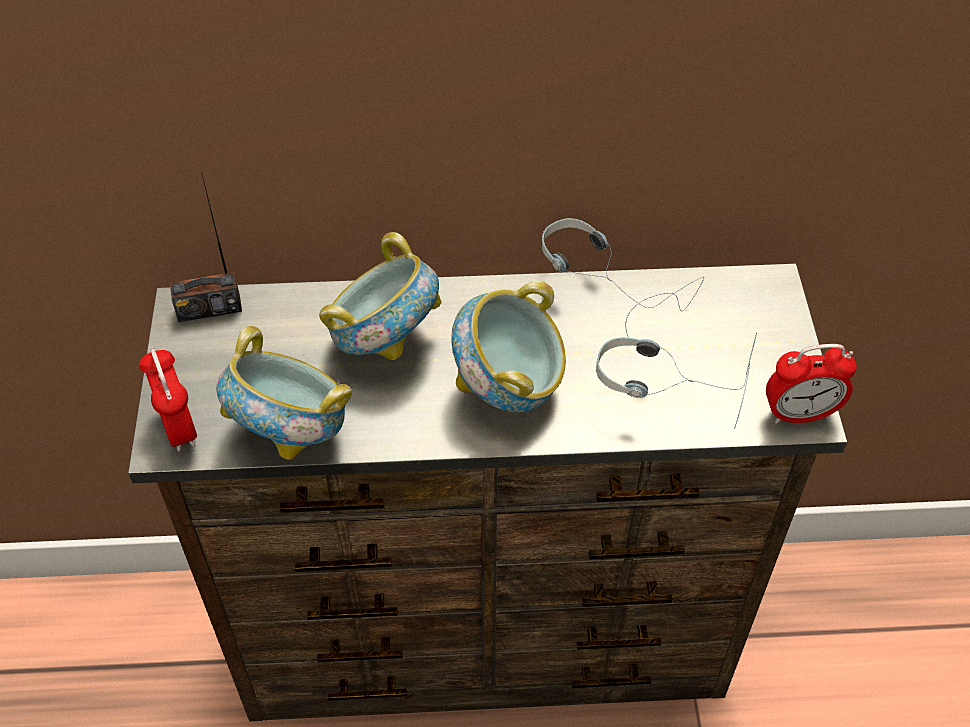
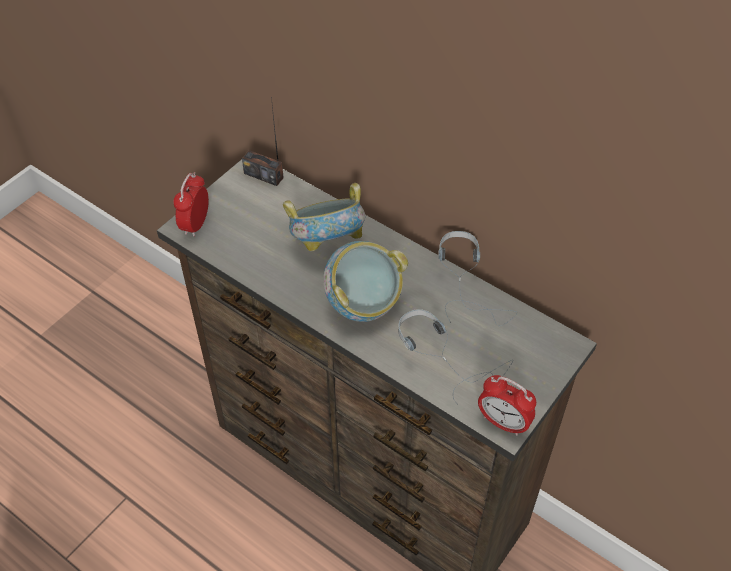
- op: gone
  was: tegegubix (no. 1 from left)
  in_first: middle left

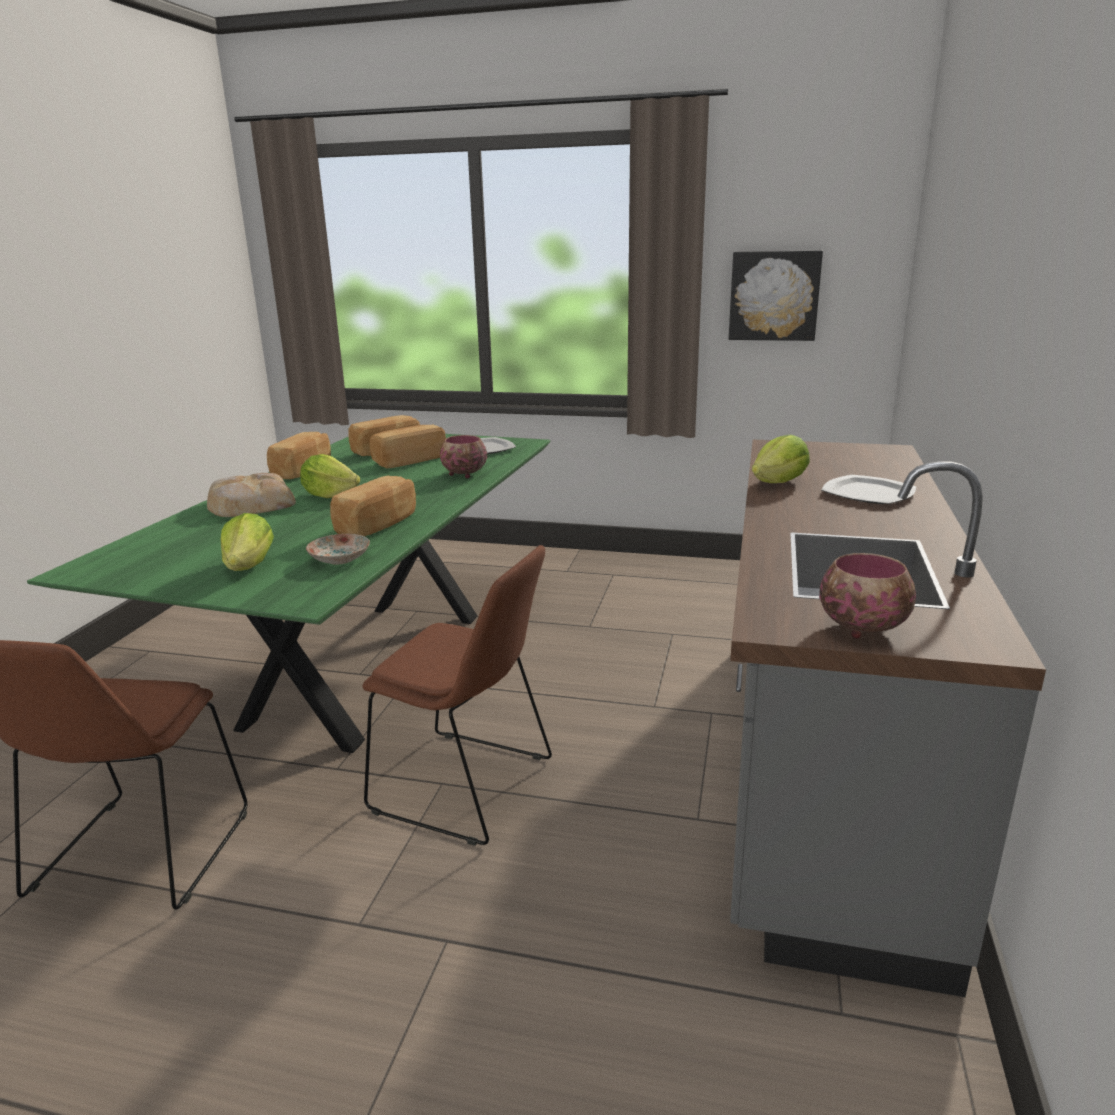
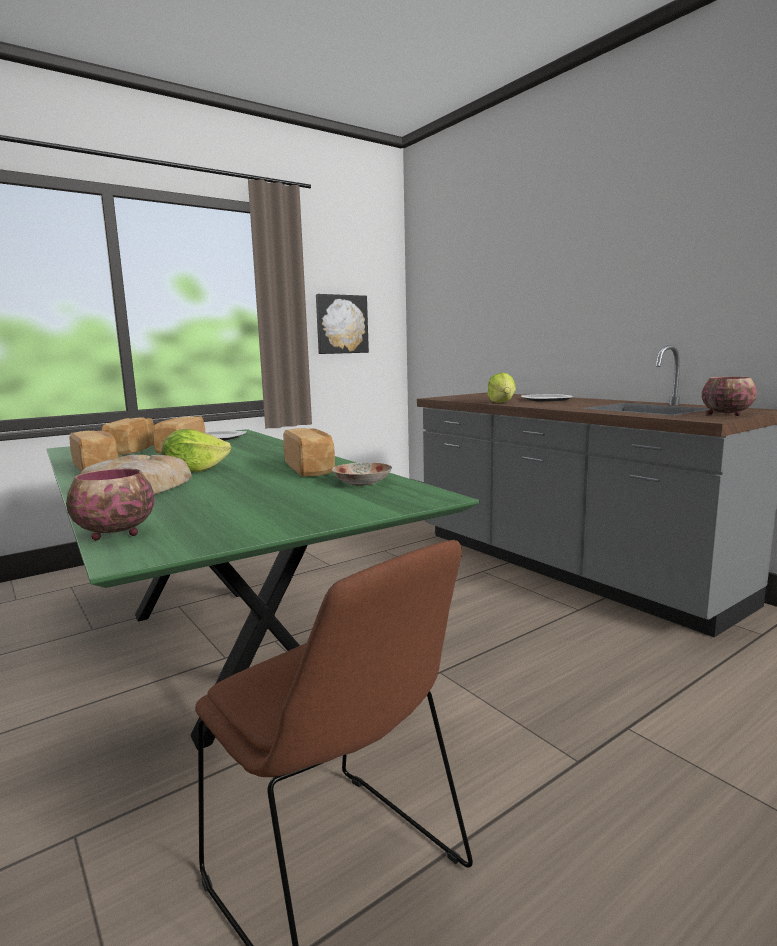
- op: gone
  was: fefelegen (no. 1 from left)
  in_first: middle left
- op: gone
  was: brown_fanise (no. 2 from left)
  in_first: centre
- op: shifted
  was: tegegubix (no. 1 from left)
  in_first: centre
  in_second: middle left

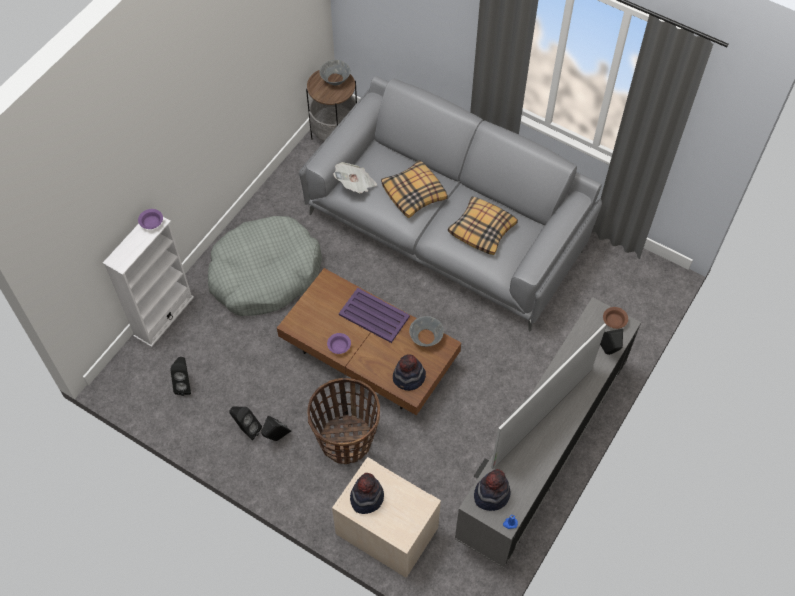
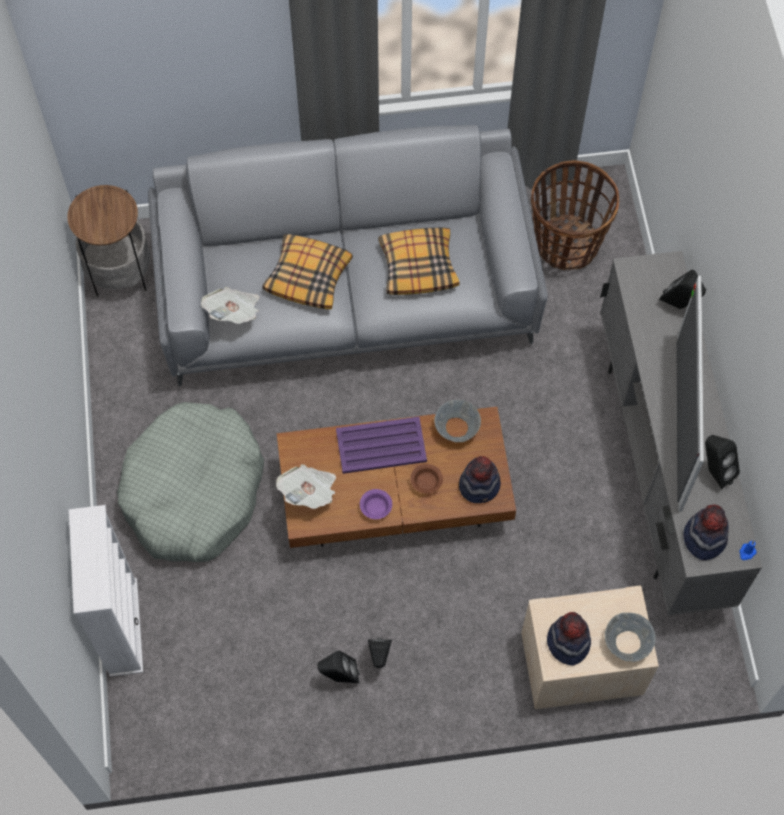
- op: gone
  was: purple_tegegubix (no. 1 from left)
  in_first: middle left
- op: new
  now: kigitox (no. 2 from left)
  in_second: centre
- op: shifted
  was: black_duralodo (no. 1 from left in the first image)
  now: black_duralodo (no. 4 from left)
  in_first: middle left
  in_second: middle right
- op: shifted
  was: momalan
  in_first: bottom centre
  in_second: top right
- op: shifted
  was: grey_tegegubix (no. 1 from left in the first image)
  now: grey_tegegubix (no. 2 from left)
  in_first: top centre
  in_second: bottom right
- op: shifted
  was: brown_tegegubix
  in_first: middle right
  in_second: centre

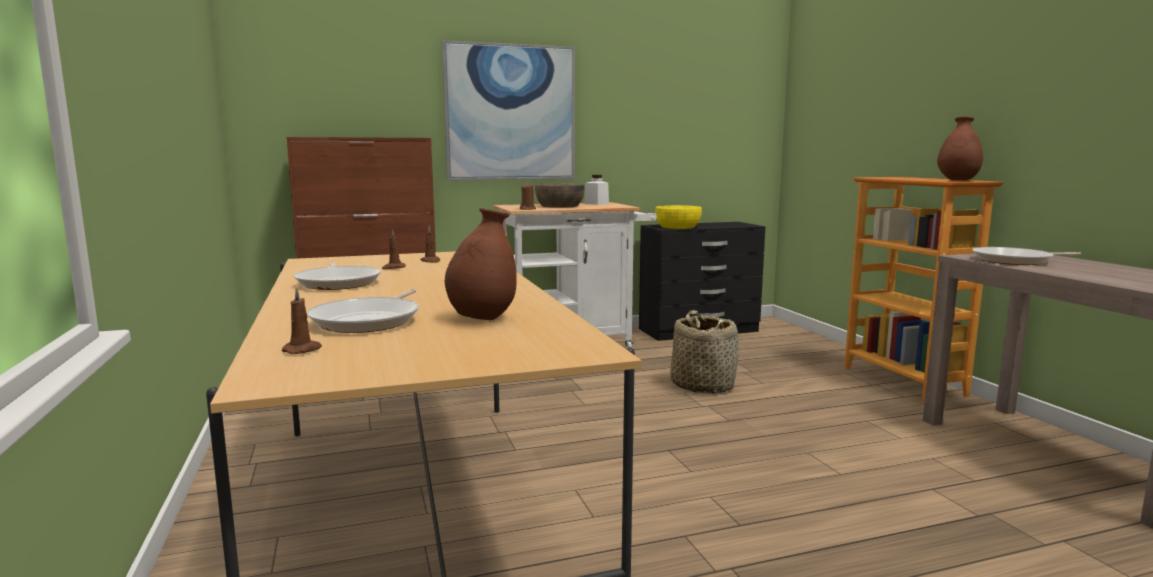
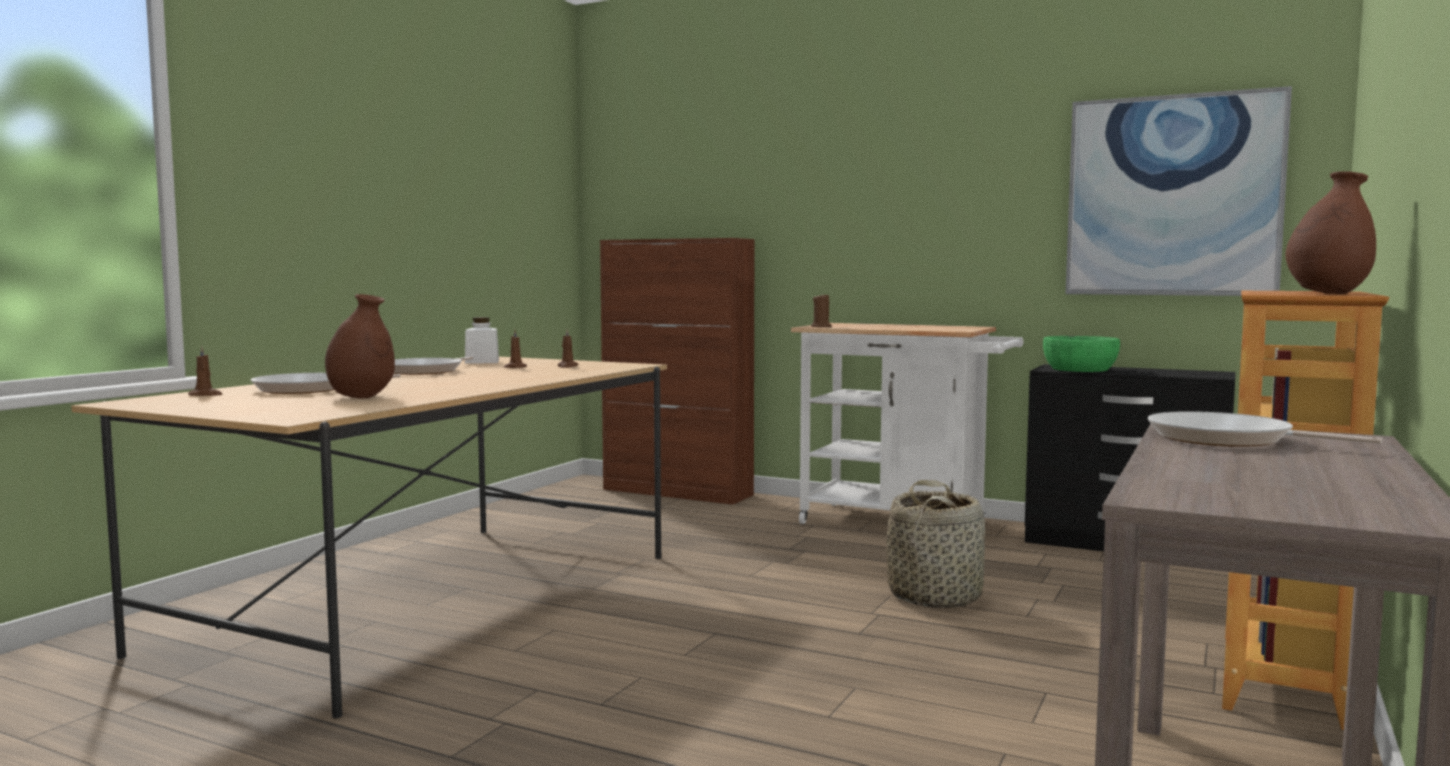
- op: gone
  was: brown_tegegubix
  in_first: centre
- op: shifted
  was: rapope
  in_first: top centre
  in_second: top right
- op: shifted
  was: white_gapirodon
  in_first: top centre
  in_second: middle left
- op: repainted
  was: yellow_tegegubix
  now: green_tegegubix
  in_first: centre
  in_second: middle right

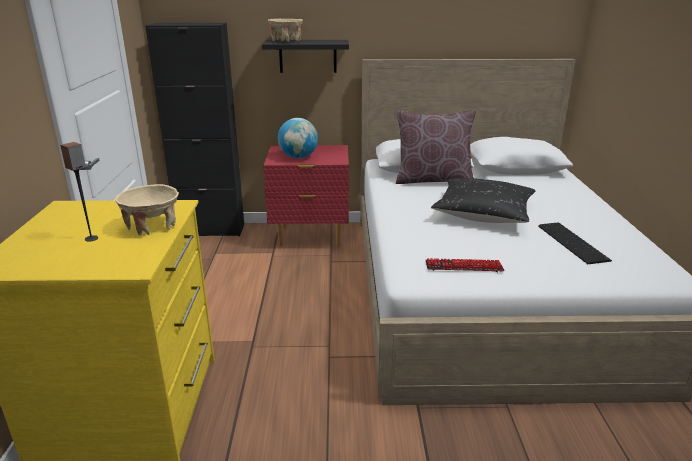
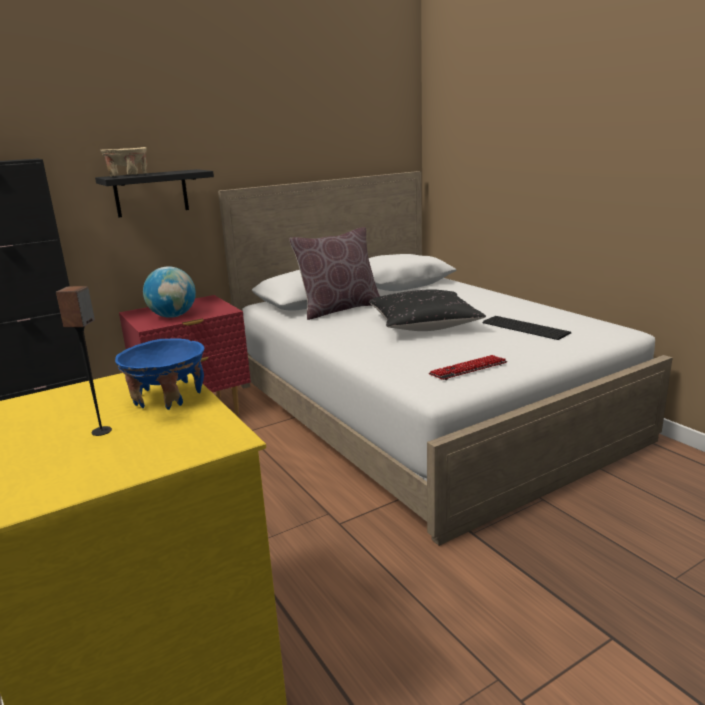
- op: repainted
  was: beige_tegegubix (no. 1 from left)
  now: blue_tegegubix
  in_first: middle left
  in_second: middle left

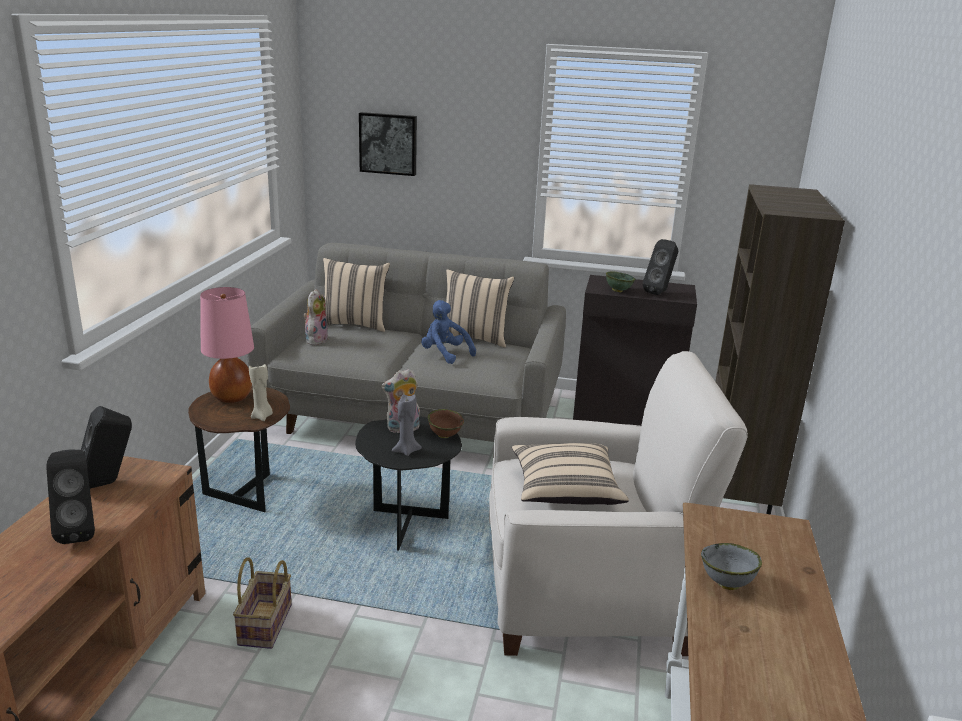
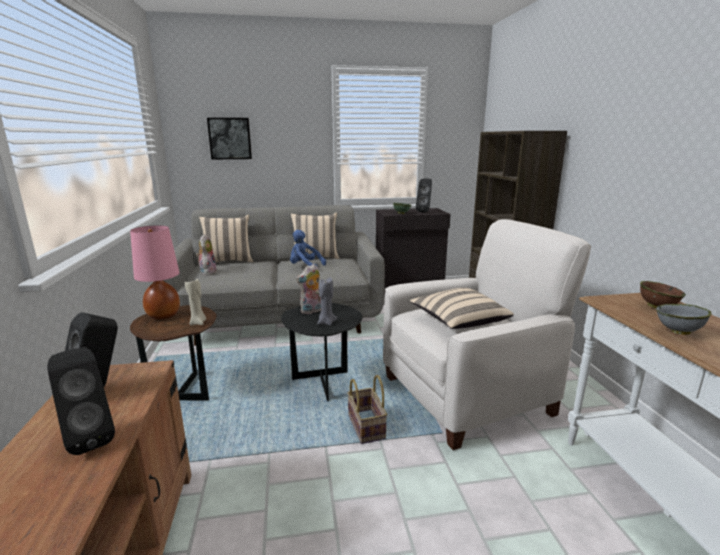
- op: shifted
  was: momalan
  in_first: bottom left
  in_second: bottom centre
- op: shifted
  was: brown_tegegubix
  in_first: centre
  in_second: middle right

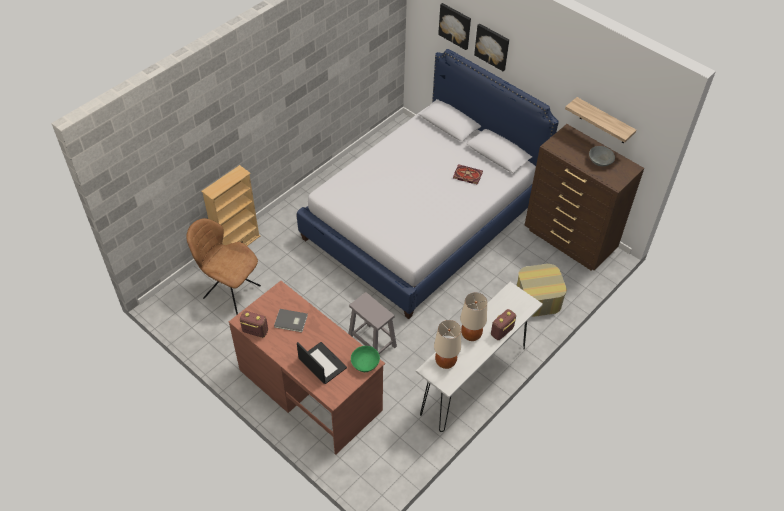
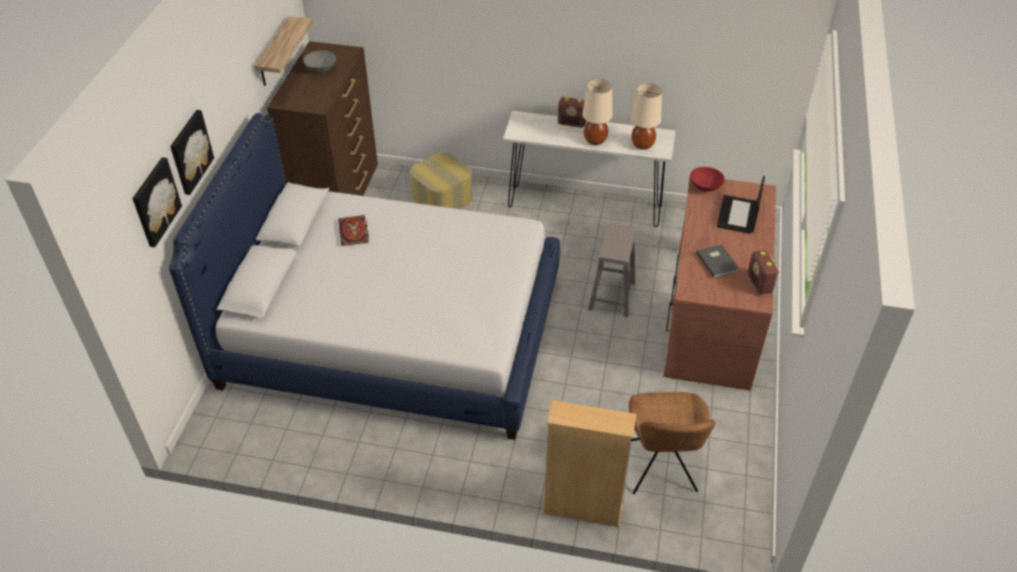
- op: repainted
  was: green_tegegubix
  now: red_tegegubix
  in_first: bottom centre
  in_second: top right

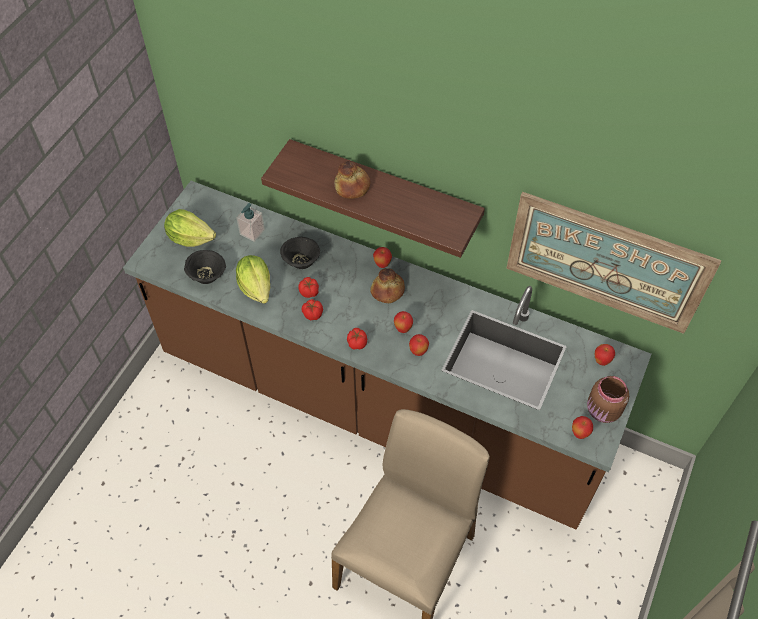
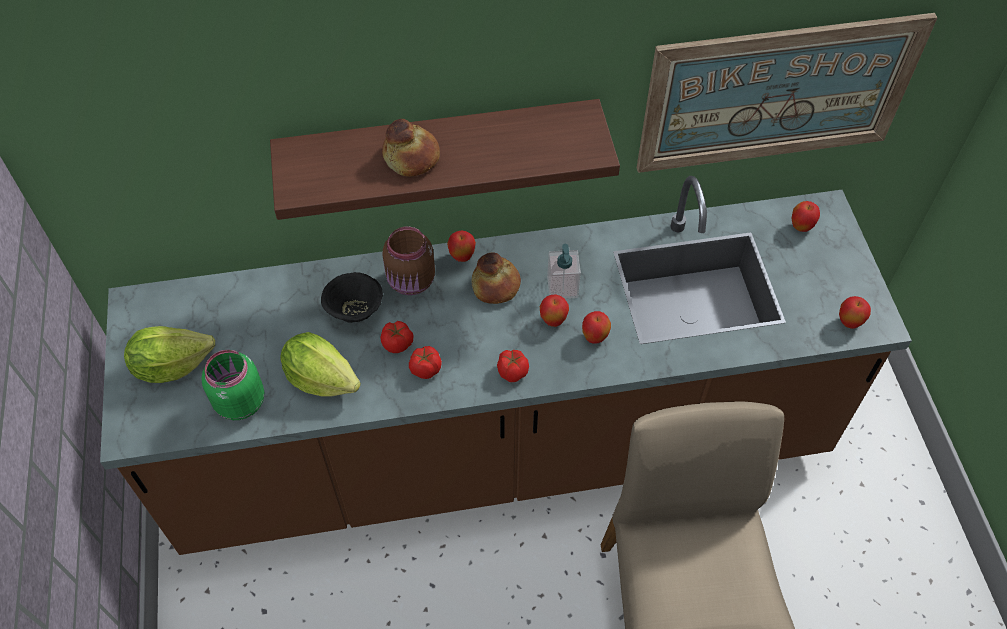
- op: shifted
  was: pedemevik
  in_first: middle left
  in_second: centre
- op: shifted
  was: brown_gapirodon
  in_first: middle right
  in_second: centre
- op: swapped
  was: black_tegegubix (no. 1 from left)
  now: green_gapirodon
  in_first: middle left
  in_second: middle left

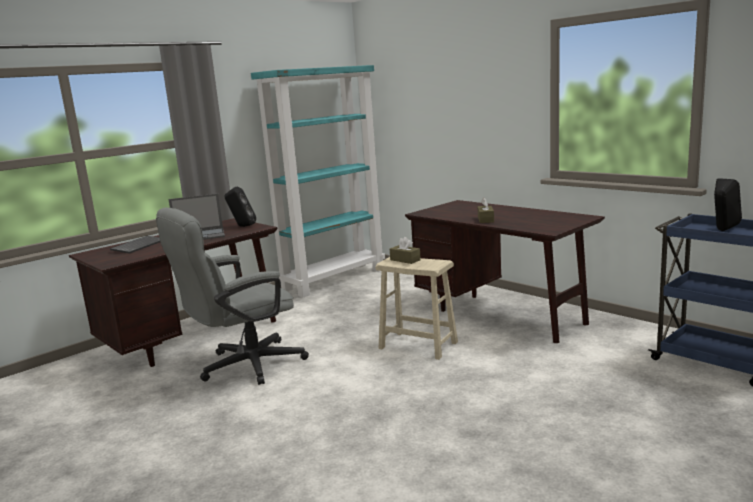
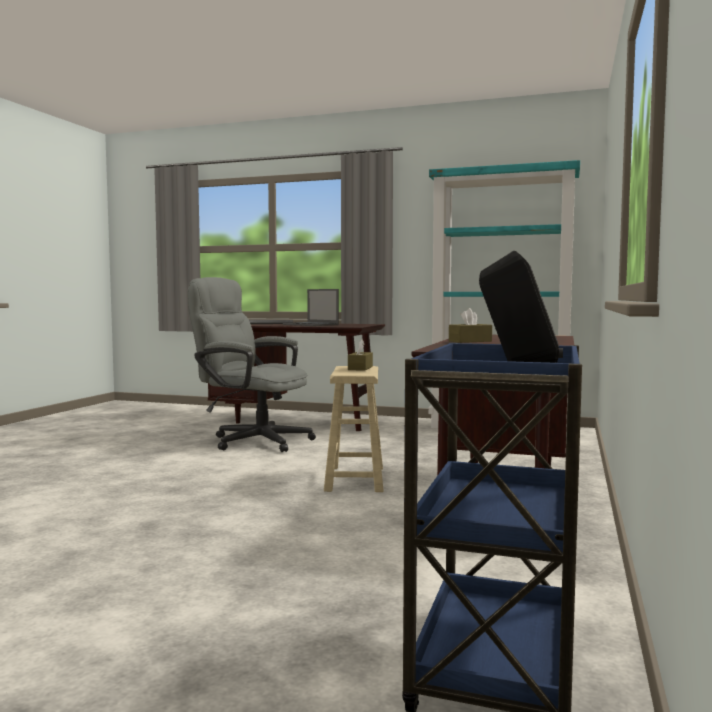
- op: gone
  was: black_duralodo (no. 1 from left)
  in_first: middle left

